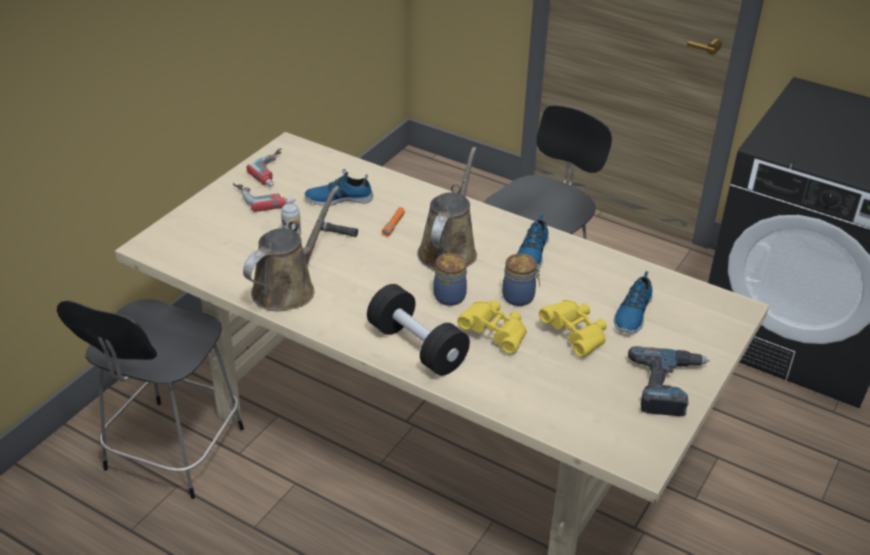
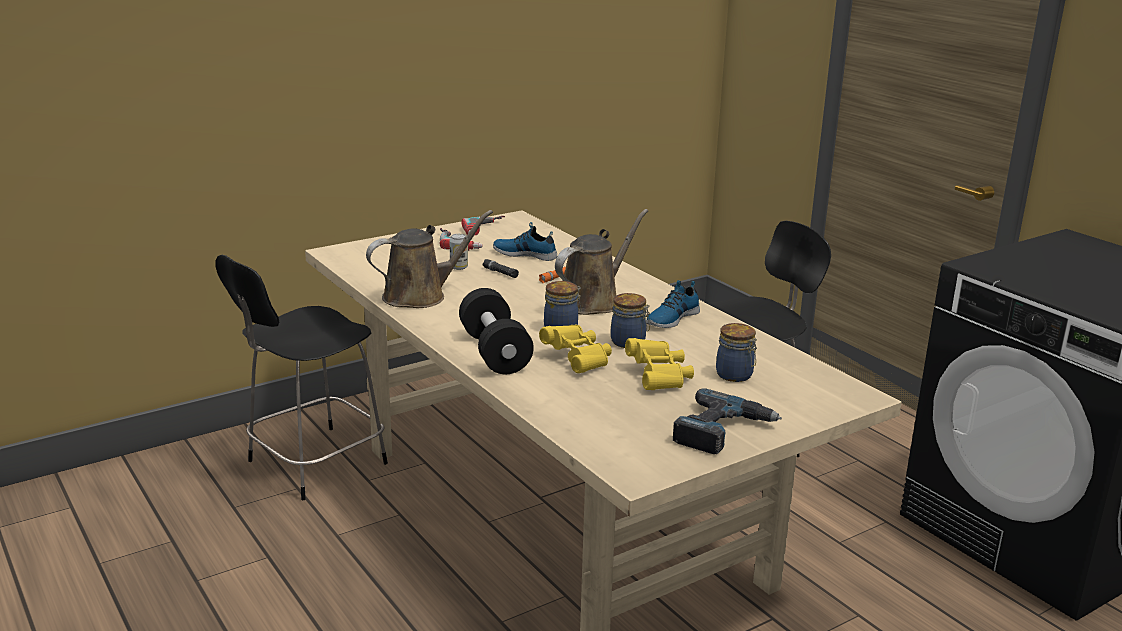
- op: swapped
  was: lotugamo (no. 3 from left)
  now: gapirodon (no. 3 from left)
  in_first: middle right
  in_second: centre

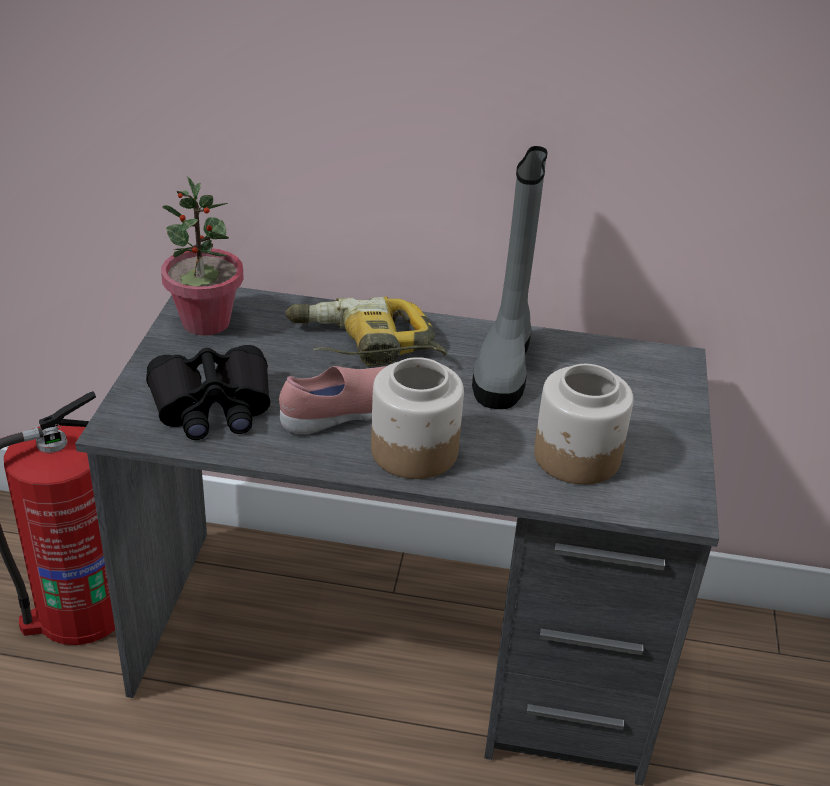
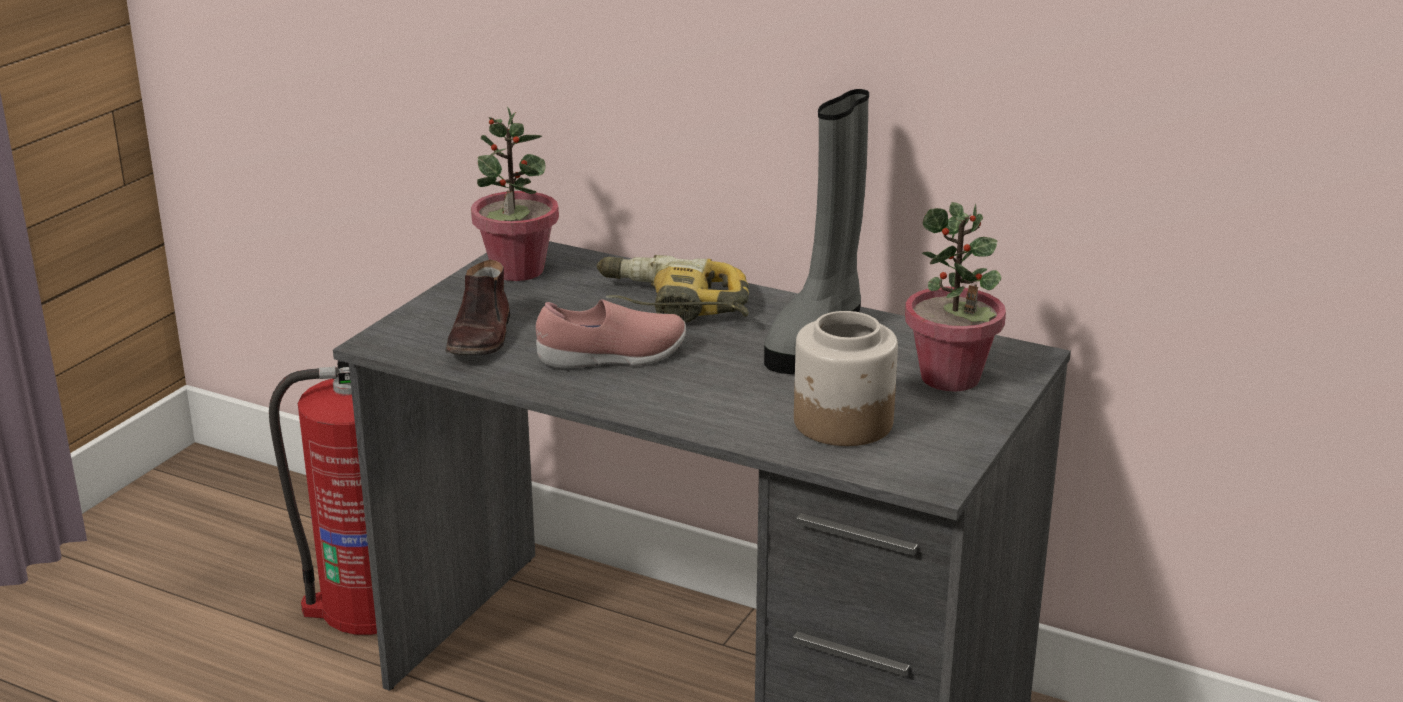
- op: gone
  was: gapirodon (no. 1 from left)
  in_first: centre
- op: new
  now: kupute (no. 2 from left)
  in_second: middle right
- op: swapped
  was: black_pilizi
  now: brown_lotugamo
  in_first: middle left
  in_second: centre

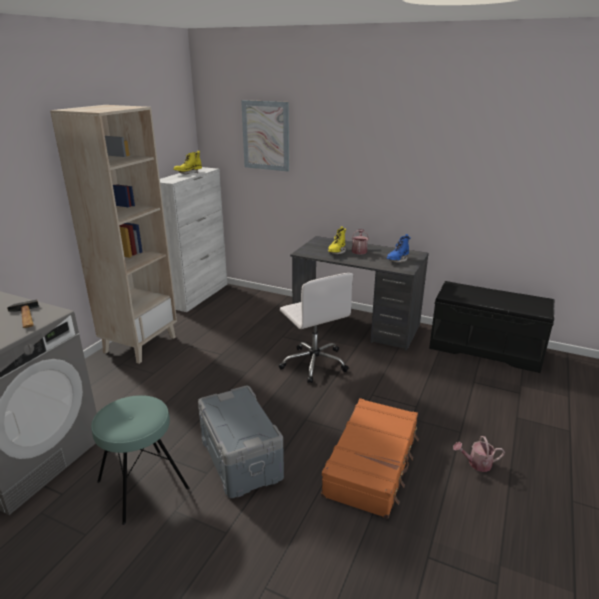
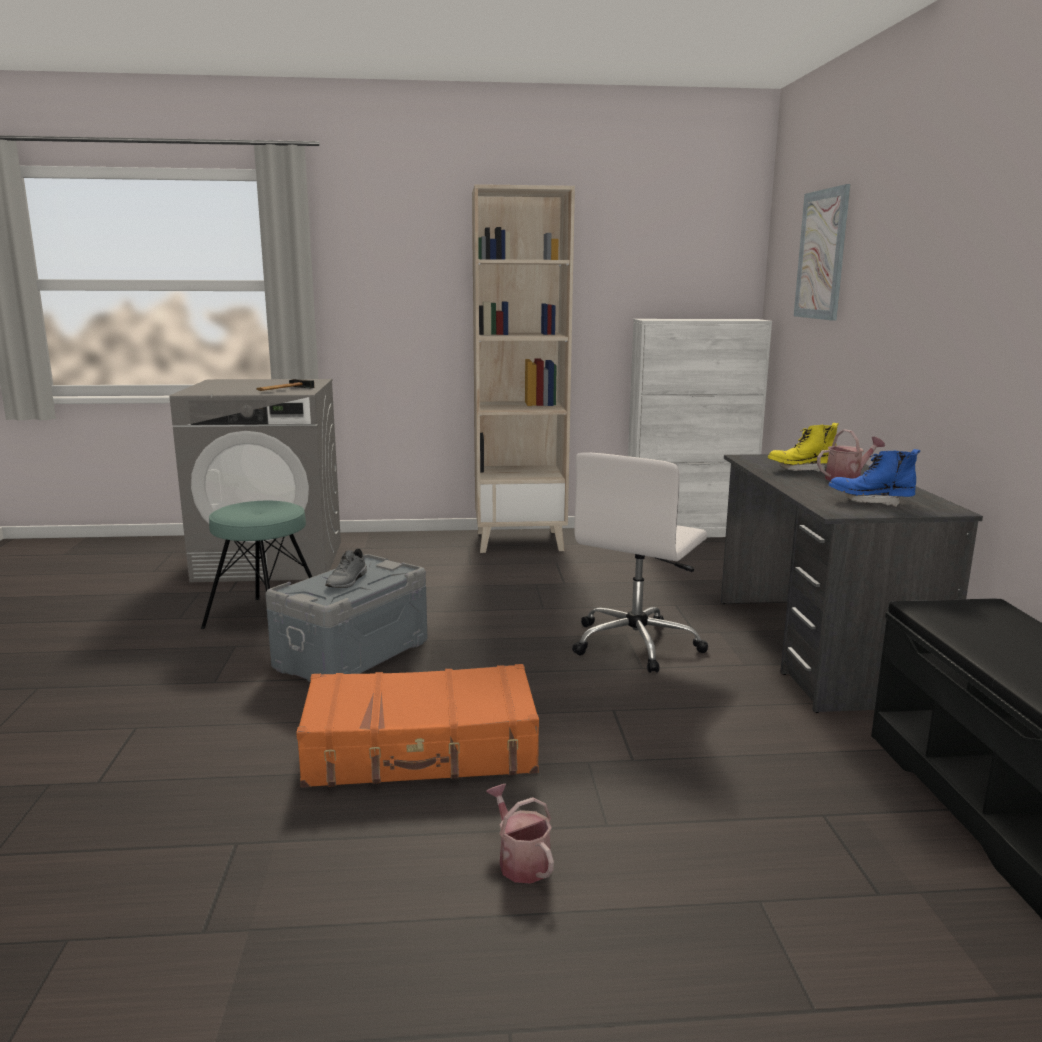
- op: gone
  was: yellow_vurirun (no. 1 from left)
  in_first: top left
- op: new
  now: grey_lotugamo
  in_second: middle left

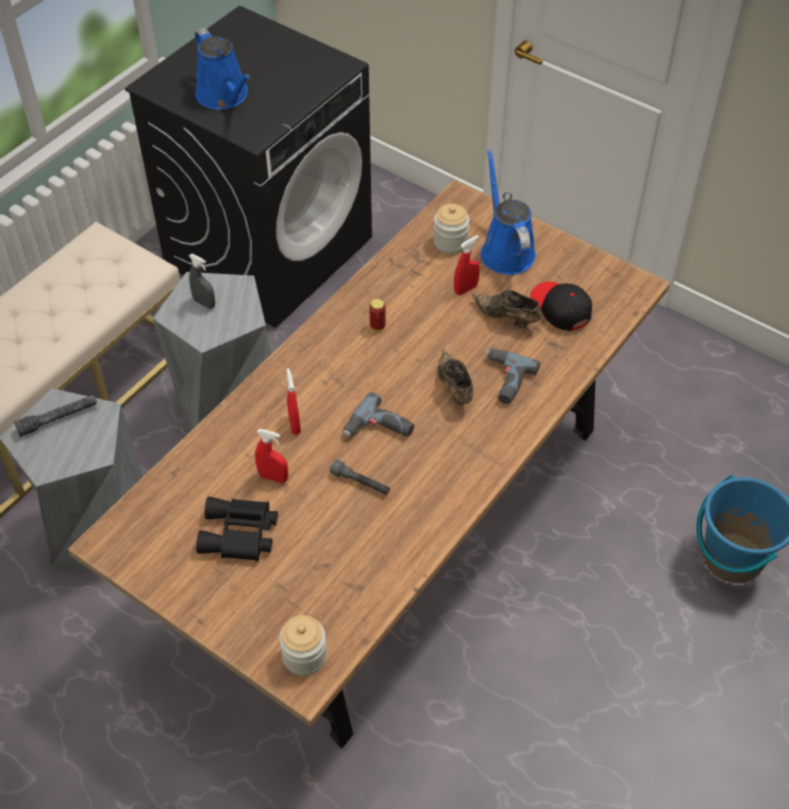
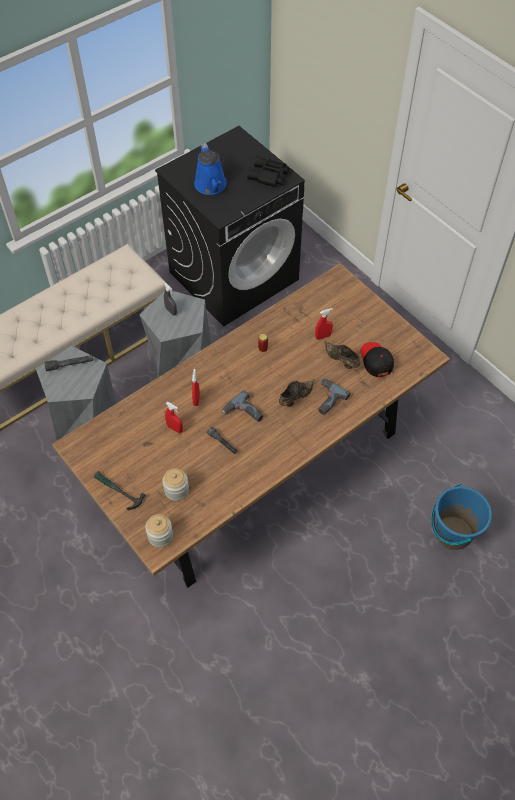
- op: gone
  was: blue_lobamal (no. 2 from left)
  in_first: top centre
- op: new
  now: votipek
  in_second: middle left
- op: shifted
  was: black_pilizi
  in_first: middle left
  in_second: top centre
- op: shifted
  was: gapirodon (no. 2 from left)
  in_first: top centre
  in_second: centre
- op: rotated
  was: brown_lotugamo (no. 1 from left)
  in_first: centre
  in_second: centre
  clockwise: 45

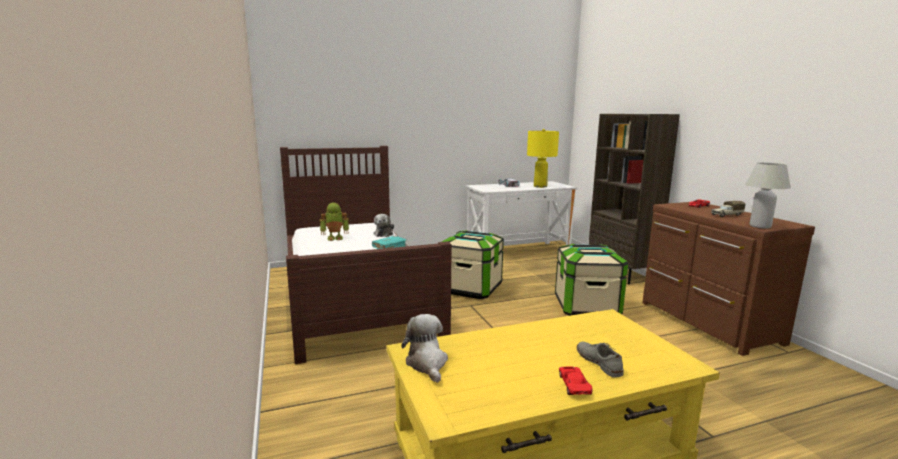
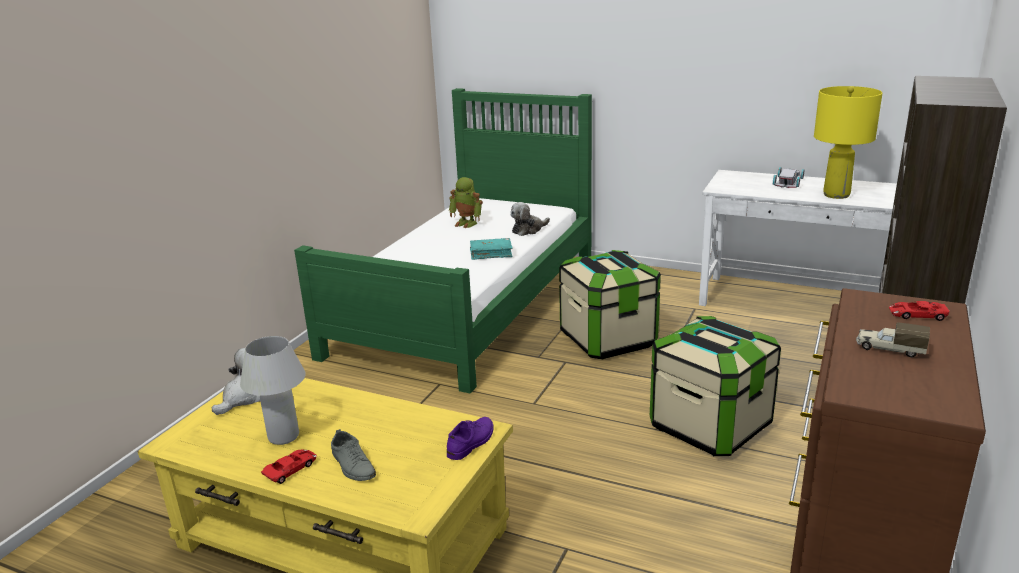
- op: new
  now: purple_lotugamo
  in_second: bottom centre
- op: shifted
  was: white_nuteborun
  in_first: middle right
  in_second: bottom left
- op: repainted
  was: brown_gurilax
  now: green_gurilax
  in_first: centre
  in_second: centre
- op: rotated
  was: grey_lotugamo
  in_first: bottom right
  in_second: bottom centre
  clockwise: 120

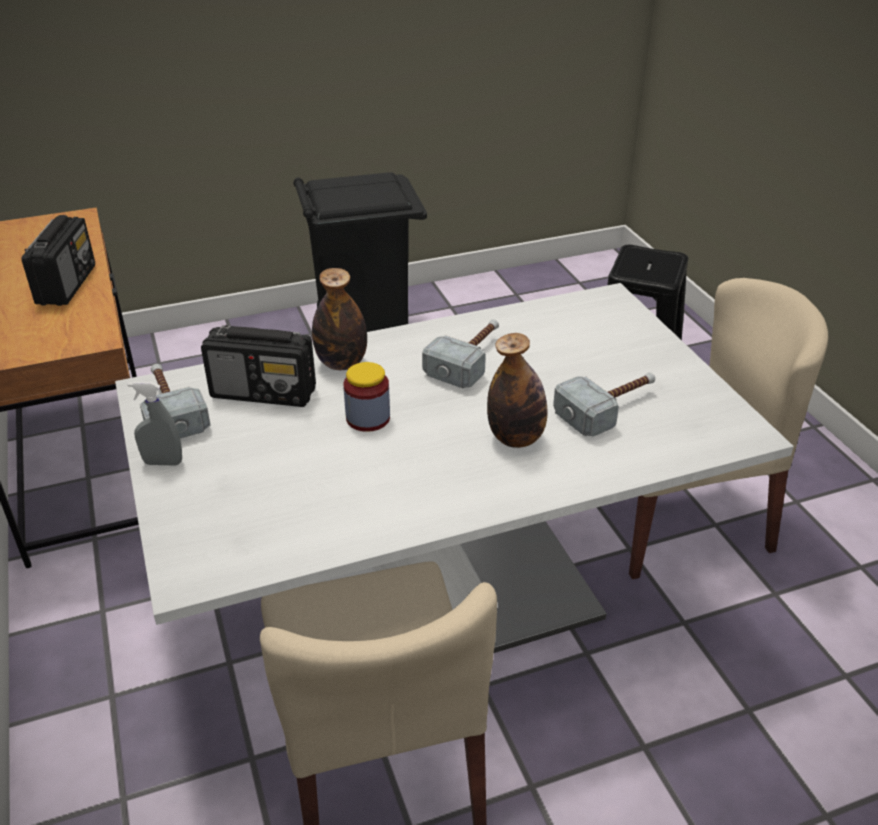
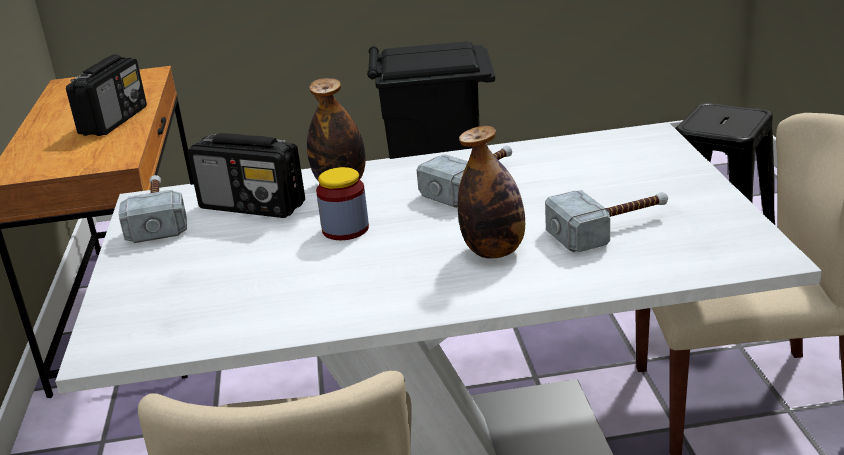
- op: gone
  was: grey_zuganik
  in_first: middle left

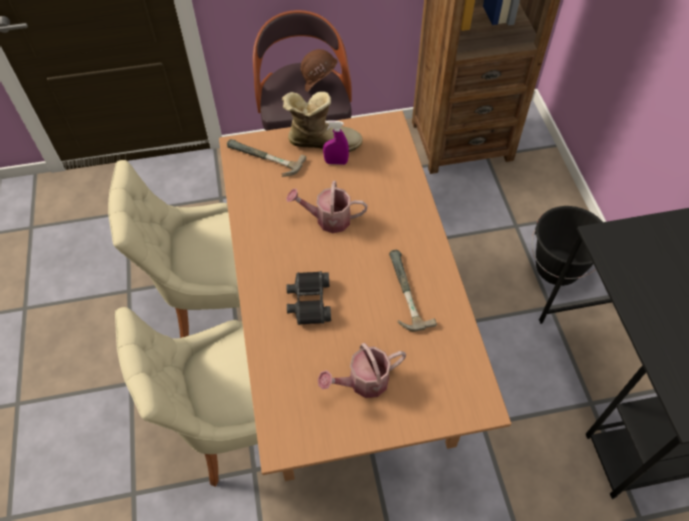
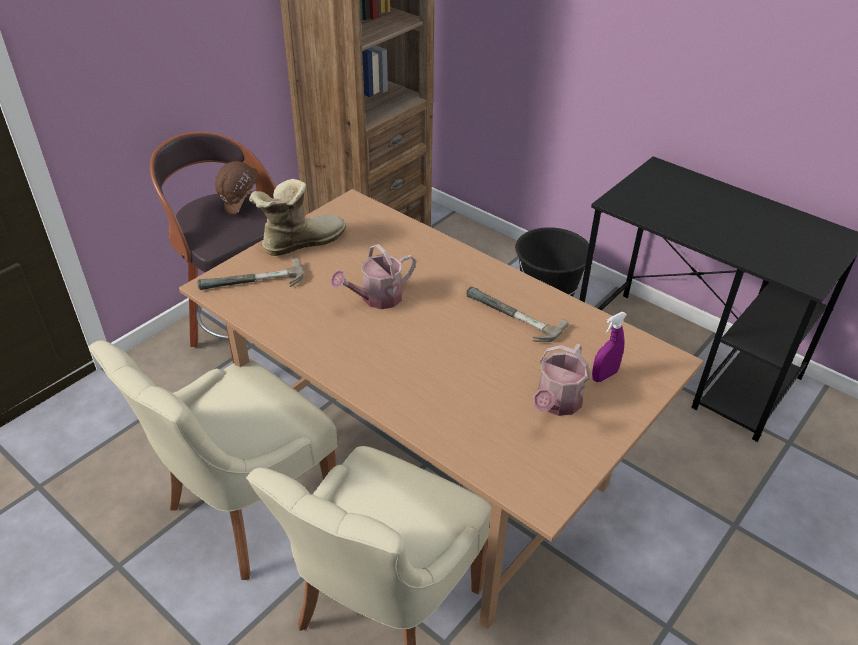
- op: gone
  was: black_pilizi
  in_first: centre
- op: shifted
  was: purple_zuganik
  in_first: top centre
  in_second: middle right

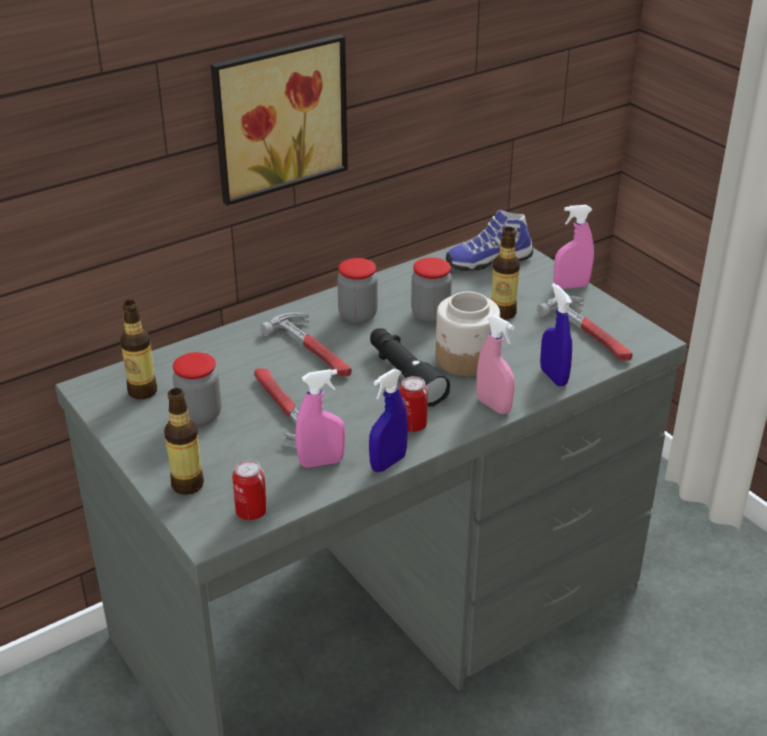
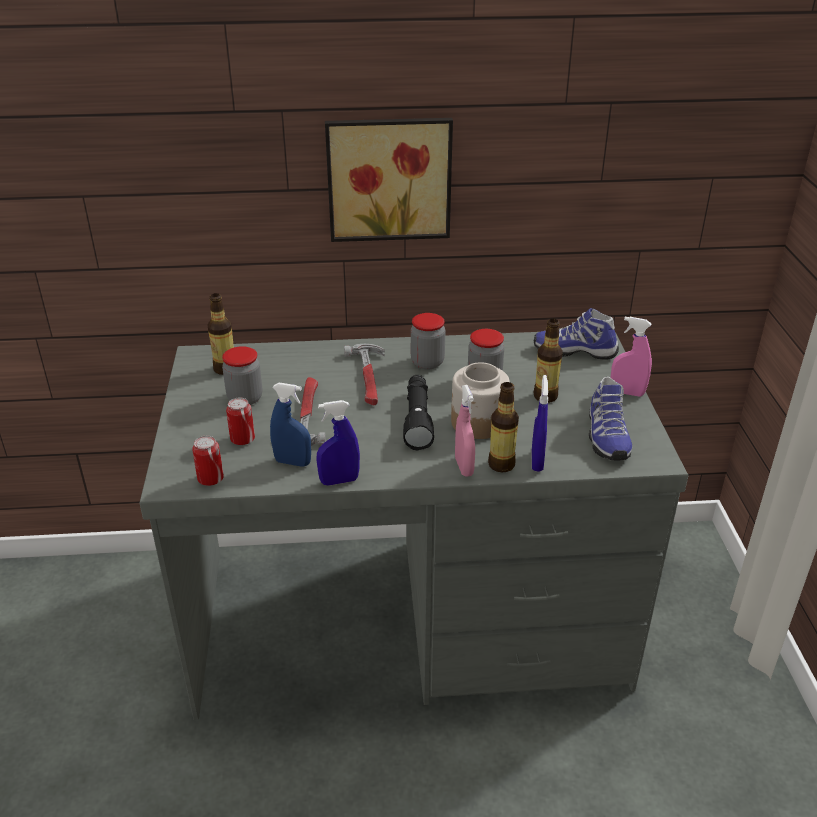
- op: shifted
  was: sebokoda (no. 2 from left)
  in_first: middle left
  in_second: centre
- op: shifted
  was: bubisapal (no. 2 from left)
  in_first: centre
  in_second: middle left
- op: swapped
  was: votipek (no. 3 from left)
  now: lotugamo (no. 2 from left)
  in_first: middle right
  in_second: middle right
- op: repainted
  was: pink_zuganik (no. 1 from left)
  now: blue_zuganik (no. 1 from left)
  in_first: centre
  in_second: centre

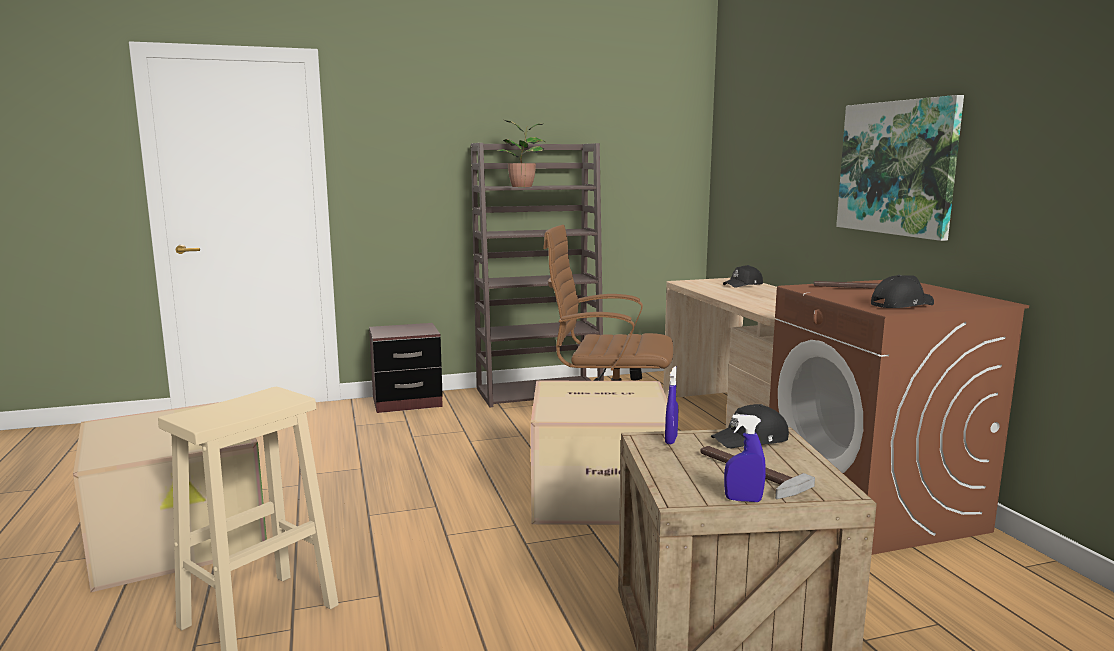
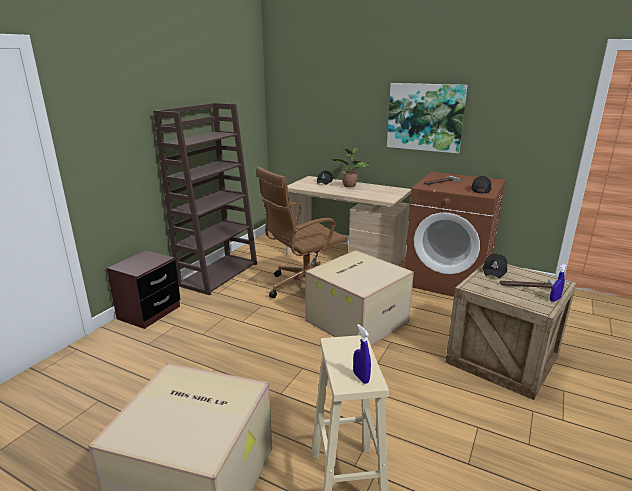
- op: shifted
  was: kupute
  in_first: top centre
  in_second: centre
- op: shifted
  was: blue_zuganik (no. 1 from left)
  in_first: centre
  in_second: bottom centre

